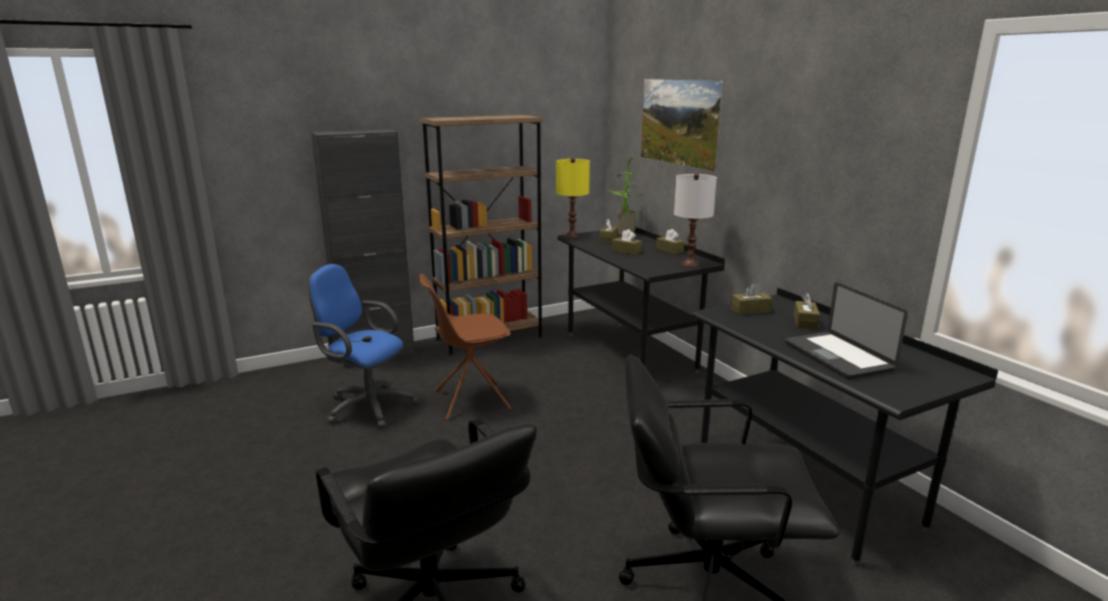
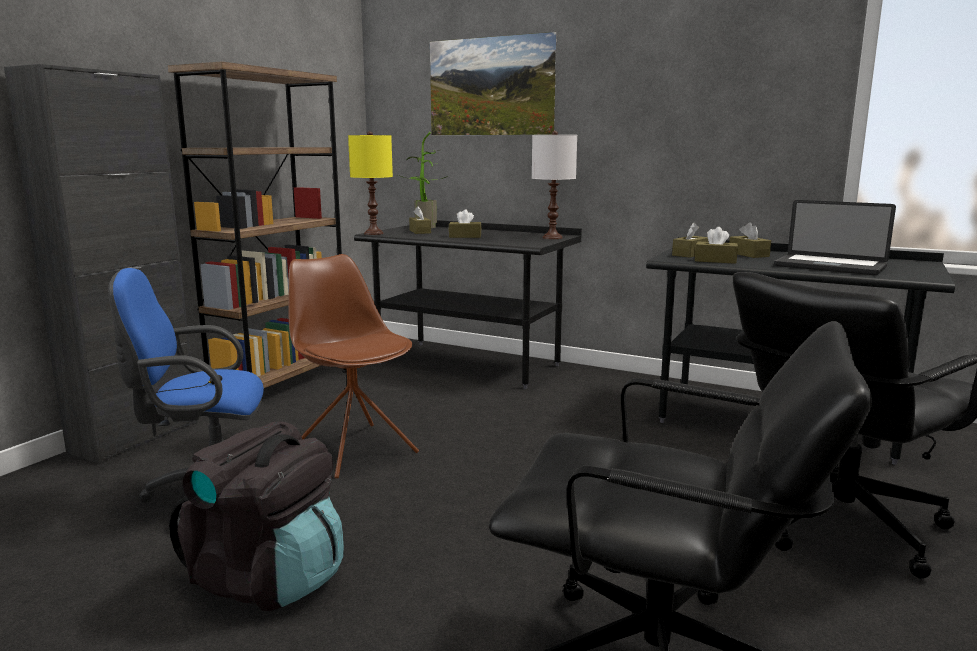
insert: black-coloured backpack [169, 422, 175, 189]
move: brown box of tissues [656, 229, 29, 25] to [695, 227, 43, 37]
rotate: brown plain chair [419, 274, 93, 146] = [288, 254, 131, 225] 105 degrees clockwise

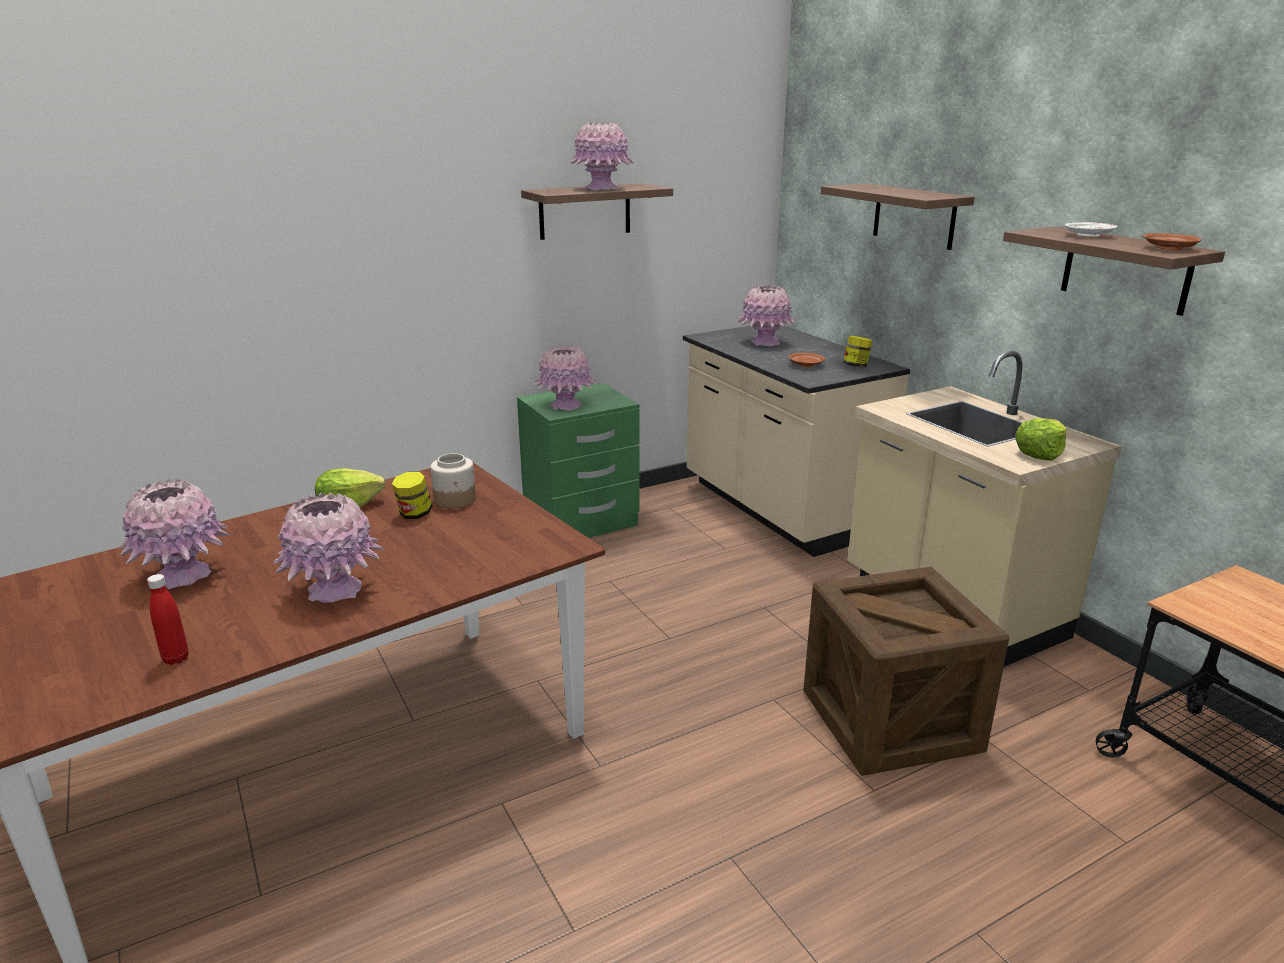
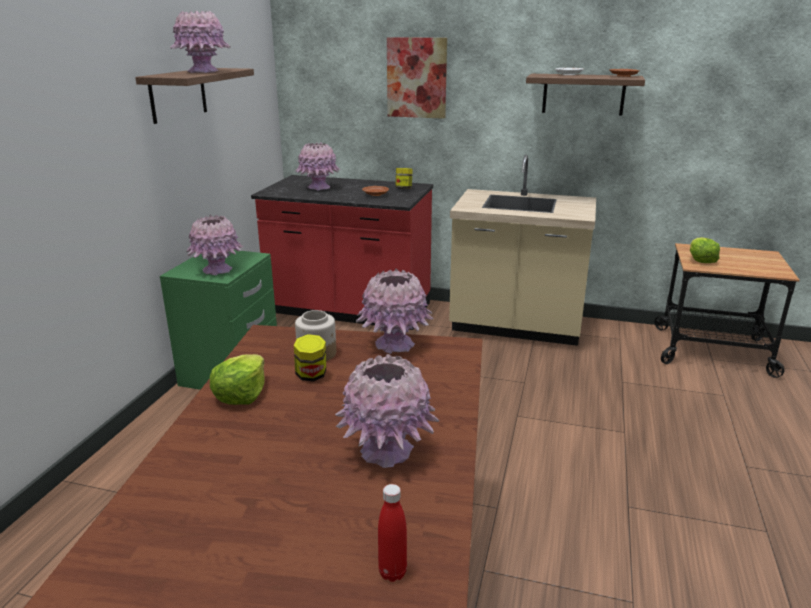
delete: crate [803, 567, 206, 209]
move: pinkish decorative vase [120, 478, 111, 111] to [356, 269, 77, 85]; head of lettuce [1015, 418, 51, 43] to [690, 237, 30, 26]
replace: wall shelf [821, 183, 154, 67] to picture [387, 37, 60, 82]
recolor: beige-coloured counter [683, 325, 227, 232] to reddish counter [251, 175, 182, 155]

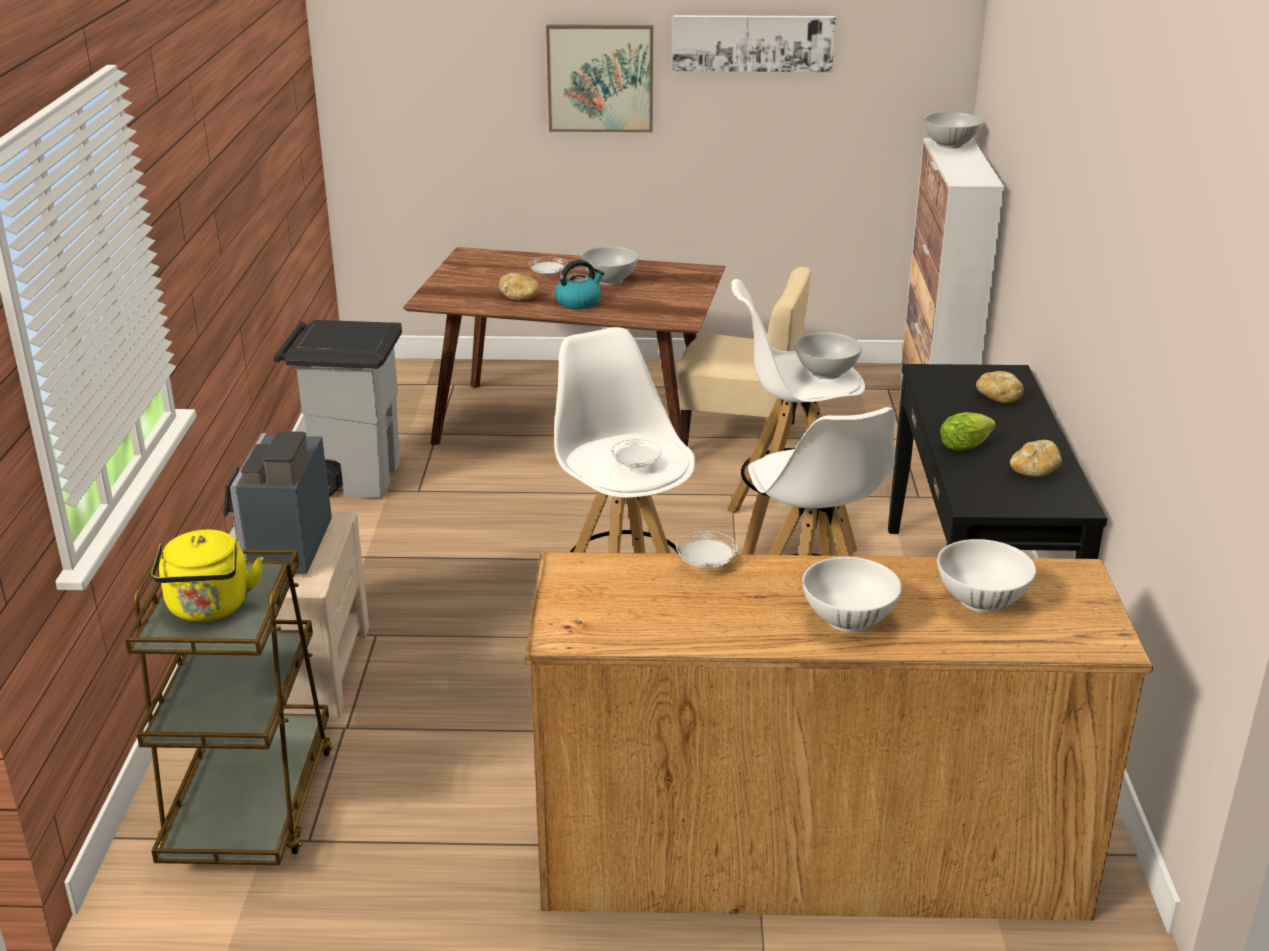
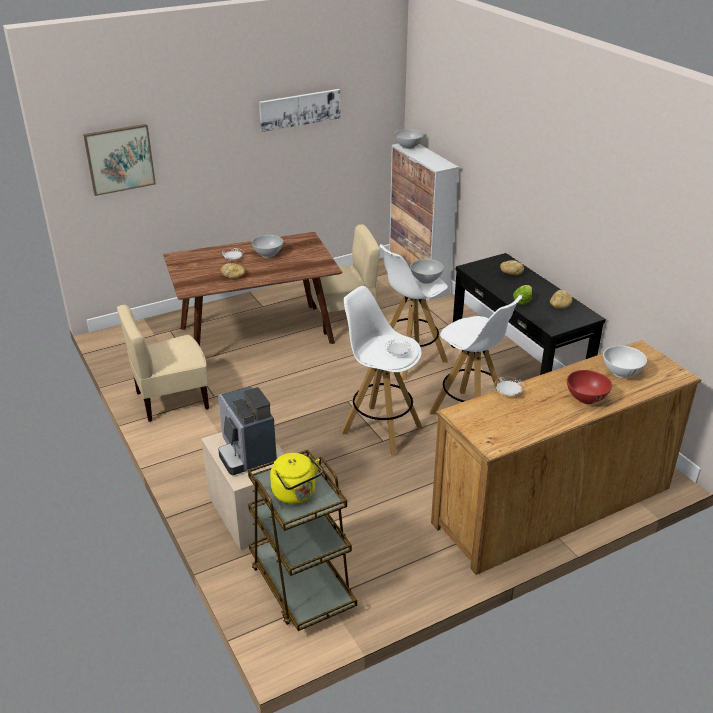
delete: tea kettle [555, 260, 49, 50]
move: picture [546, 24, 107, 108] to [83, 124, 73, 72]
replace: grey rubbish bin [274, 320, 128, 178] to beige-coloured plain chair [117, 304, 92, 118]
recolor: whitish deep dish [802, 557, 100, 75] to reddish deep dish [567, 370, 45, 34]

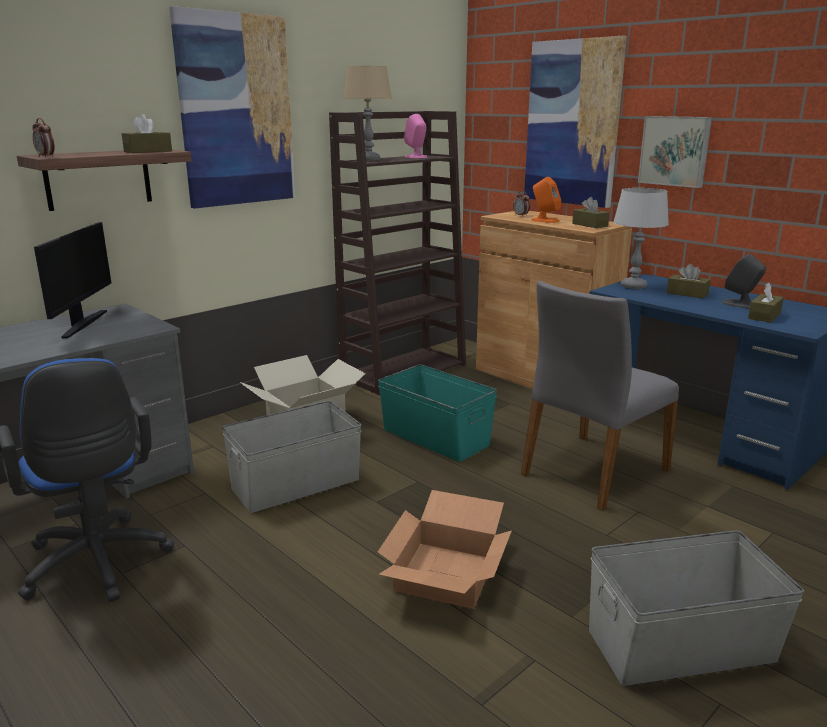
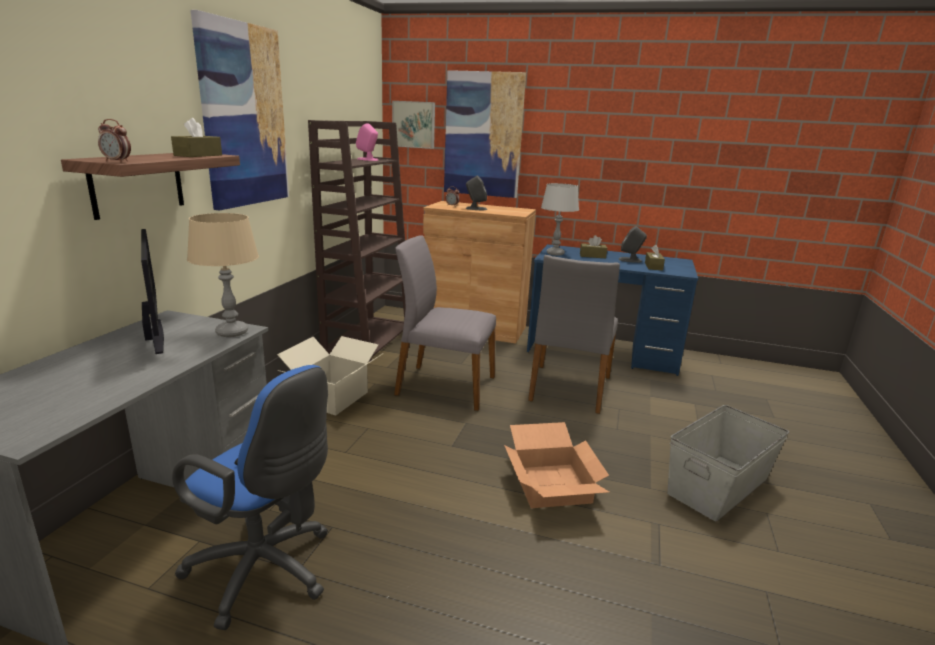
delete: grey storage bin [222, 401, 140, 112]; brown box of tissues [572, 197, 38, 31]
move: beige-coloured table lamp [343, 66, 49, 95] to [187, 213, 72, 124]; picture [638, 116, 74, 72] to [392, 101, 43, 48]
replace: blue-green storage bin [378, 364, 119, 98] to grey plain chair [394, 235, 102, 176]
recolor: orangey loudspeaker [532, 177, 29, 46] to grey loudspeaker [466, 176, 21, 34]

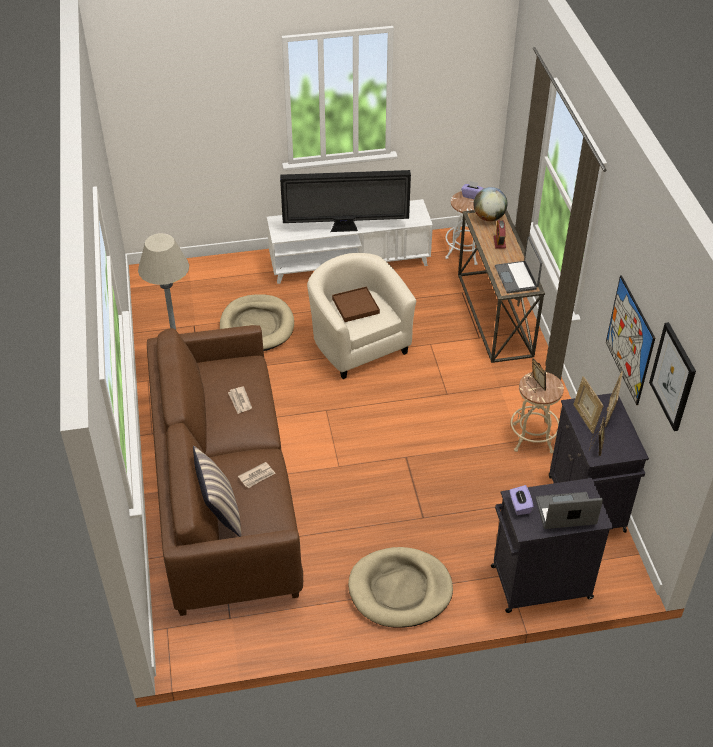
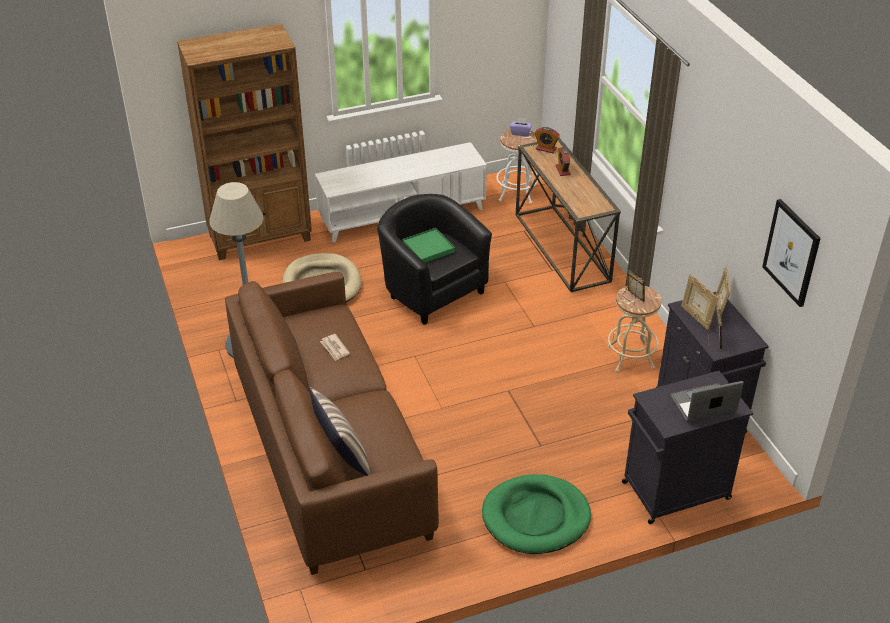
delete: newspaper [238, 462, 38, 26]; TV set [280, 170, 131, 62]; notebook computer [495, 237, 47, 56]; purple box of tissues [509, 485, 25, 30]; picture [606, 275, 49, 130]
insert: brown bookshelf [177, 24, 135, 236]
replace: world globe [473, 187, 34, 34] to bedside clock [535, 127, 25, 26]
recolor: beige-coloured lounge chair [307, 253, 109, 126] to black-coloured lounge chair [377, 194, 115, 131]; brown carrying tray [332, 286, 48, 36] to greenish carrying tray [403, 228, 52, 35]; beige-coloured dog bed [348, 547, 105, 81] to greenish dog bed [482, 474, 109, 80]

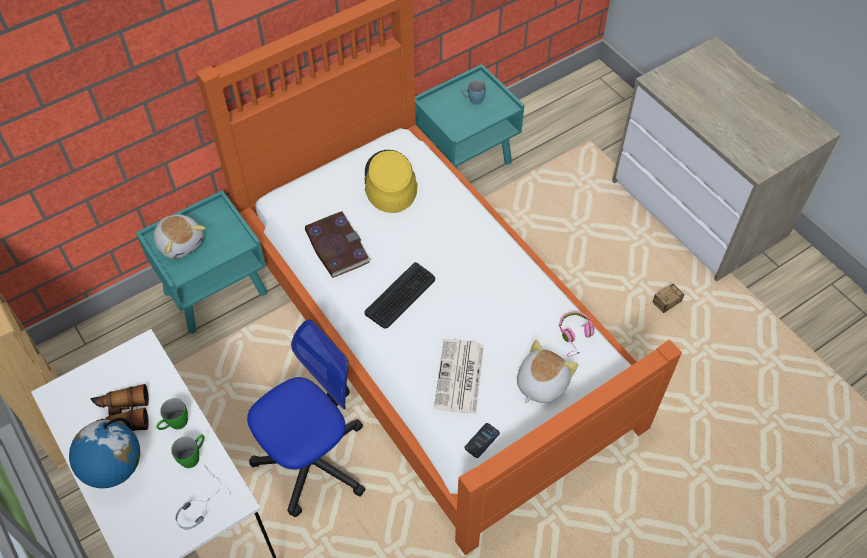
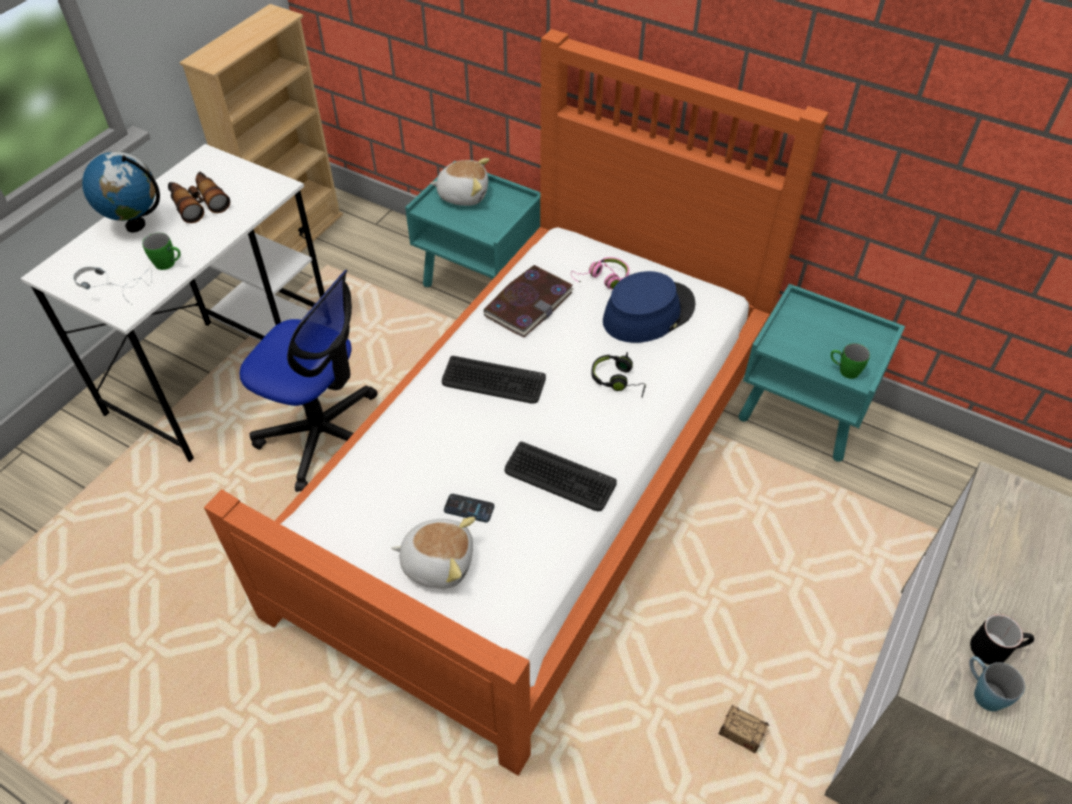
delete: newspaper [434, 338, 50, 76]
insert: keyboard [504, 441, 113, 70]; black-coloured headset [591, 352, 55, 45]; black-coloured tea mug [970, 614, 64, 51]
move: telephone [465, 423, 35, 35] to [444, 494, 50, 28]; pinkish headset [559, 311, 35, 45] to [571, 257, 58, 32]; greenish tea mug [156, 398, 32, 32] to [831, 343, 39, 36]; blue-coloured tea mug [461, 80, 25, 25] to [969, 656, 56, 55]
recolor: yellow clothing hat [364, 150, 53, 63] to blue-coloured clothing hat [603, 271, 92, 72]
rotate: plush toy [153, 214, 53, 45] = [430, 158, 60, 48] 105 degrees counterclockwise

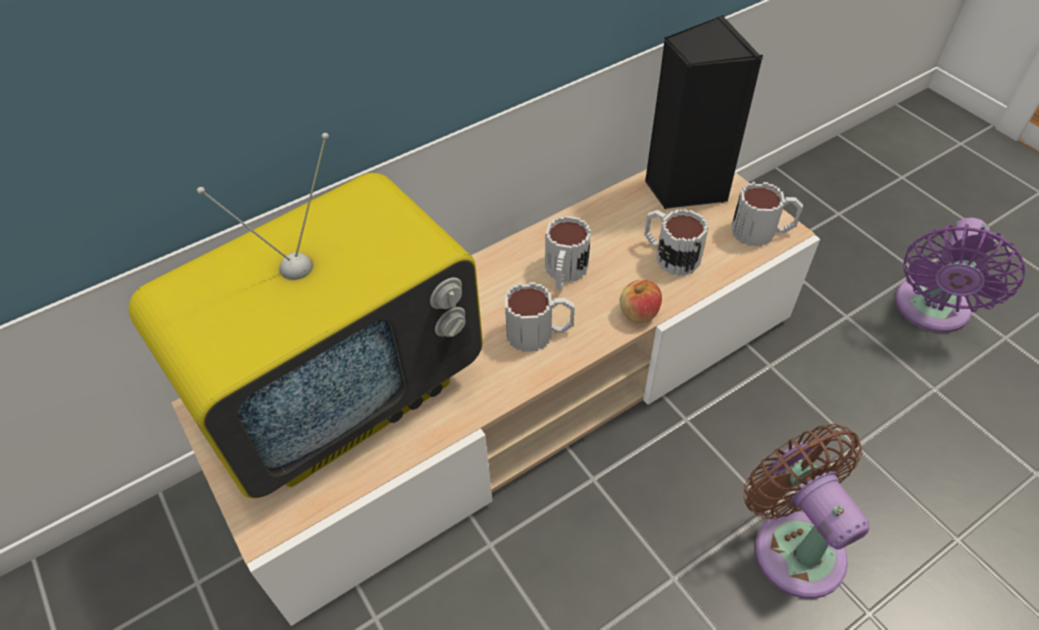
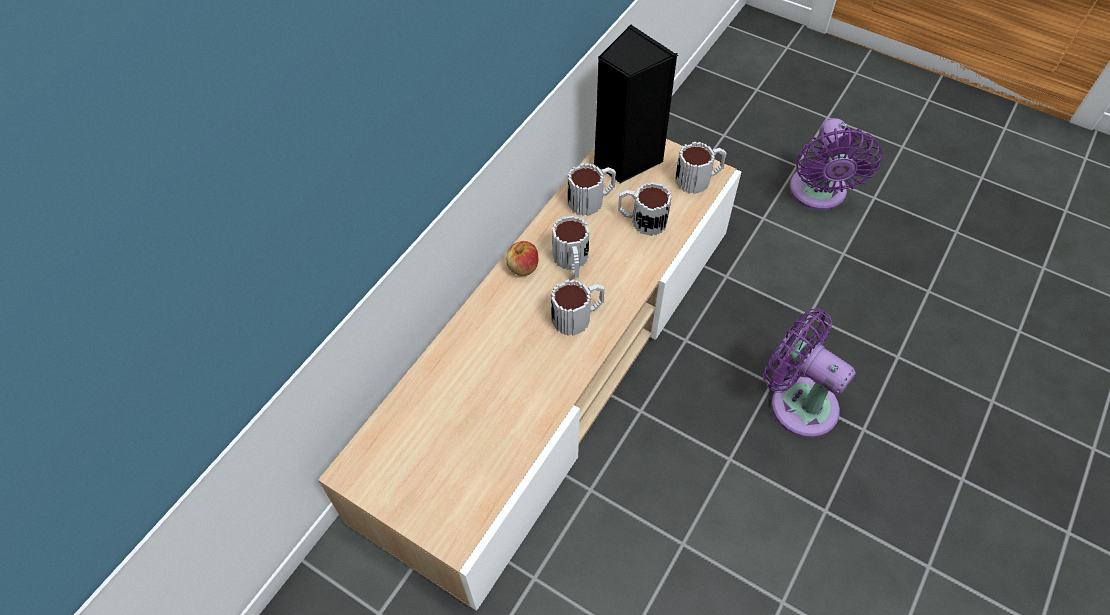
delete: TV set [129, 133, 354, 365]
insert: tea mug [568, 163, 48, 53]
move: apple [620, 280, 42, 44] to [506, 241, 32, 35]
recolor: brown cooling fan [743, 424, 127, 175] to purple cooling fan [763, 308, 93, 130]

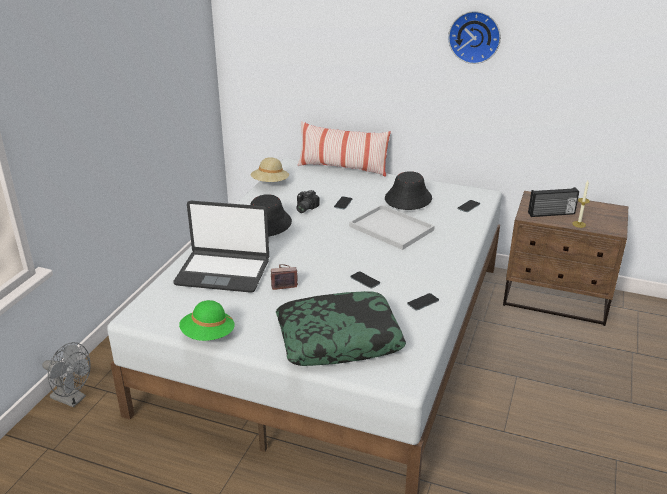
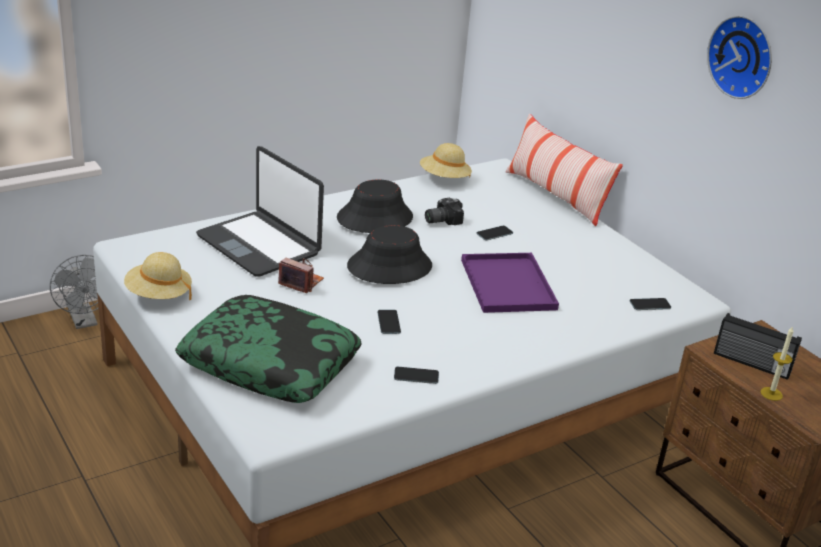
move: black-coloured clothing hat [385, 171, 47, 39] to [347, 225, 85, 59]
recolor: greenish clothing hat [179, 300, 56, 41] to beige-coloured clothing hat [124, 252, 68, 48]; whitish carrying tray [349, 205, 86, 45] to purple carrying tray [461, 253, 98, 60]

